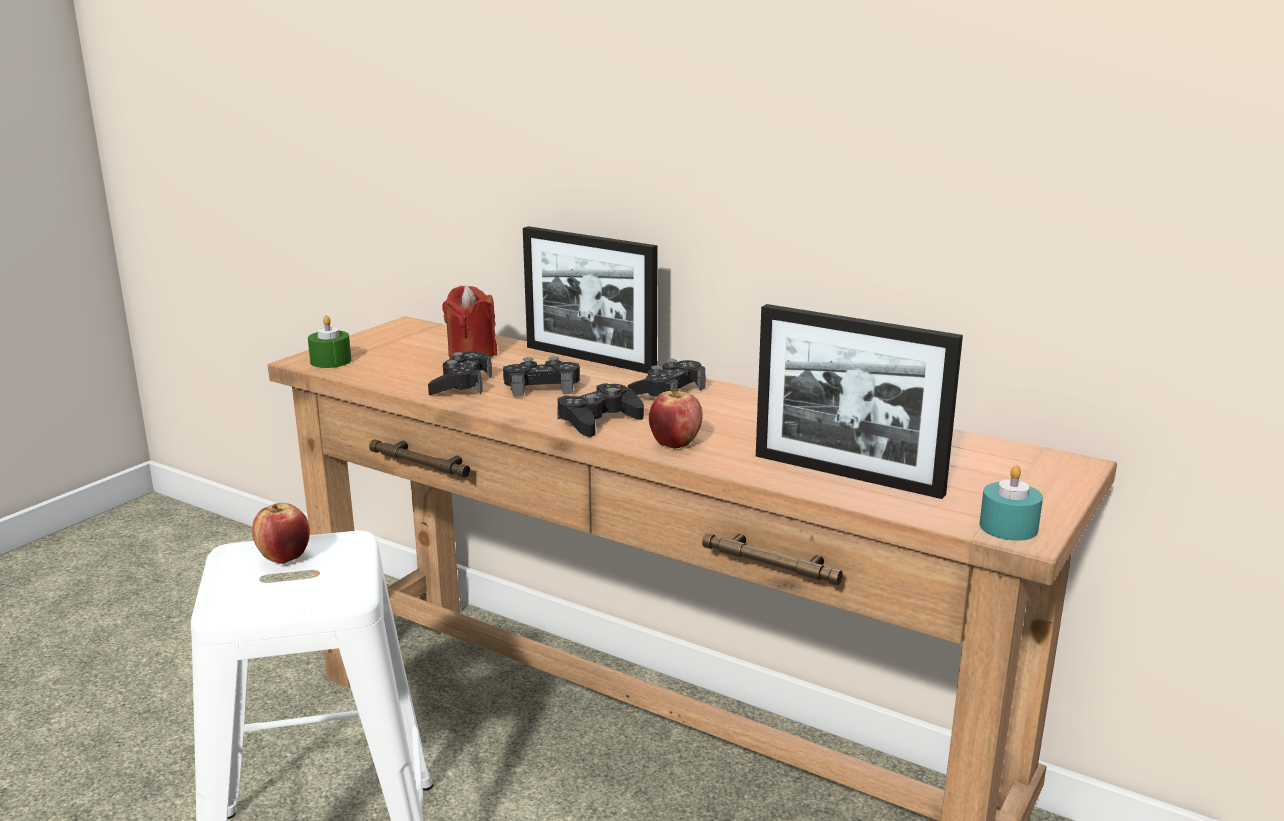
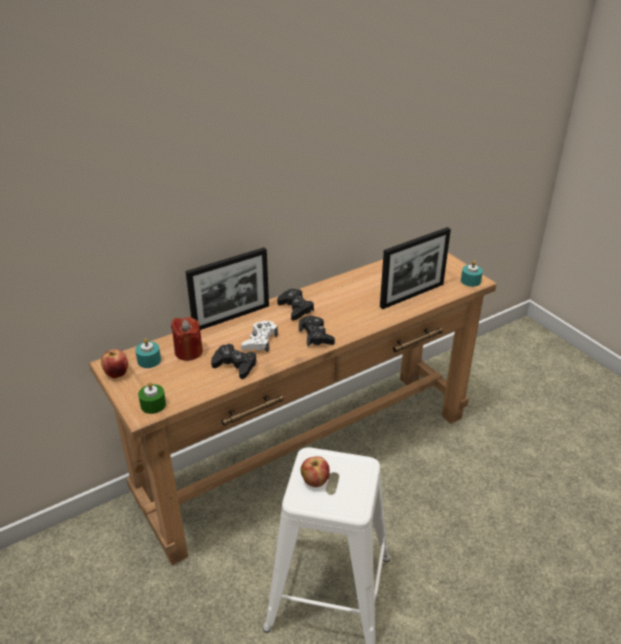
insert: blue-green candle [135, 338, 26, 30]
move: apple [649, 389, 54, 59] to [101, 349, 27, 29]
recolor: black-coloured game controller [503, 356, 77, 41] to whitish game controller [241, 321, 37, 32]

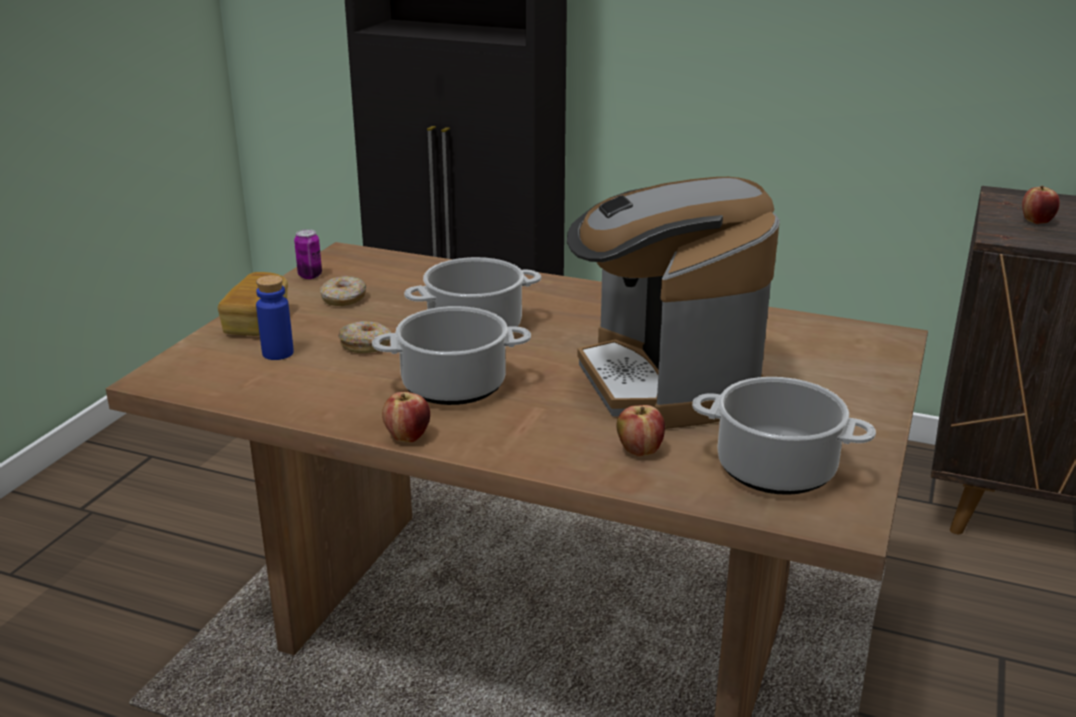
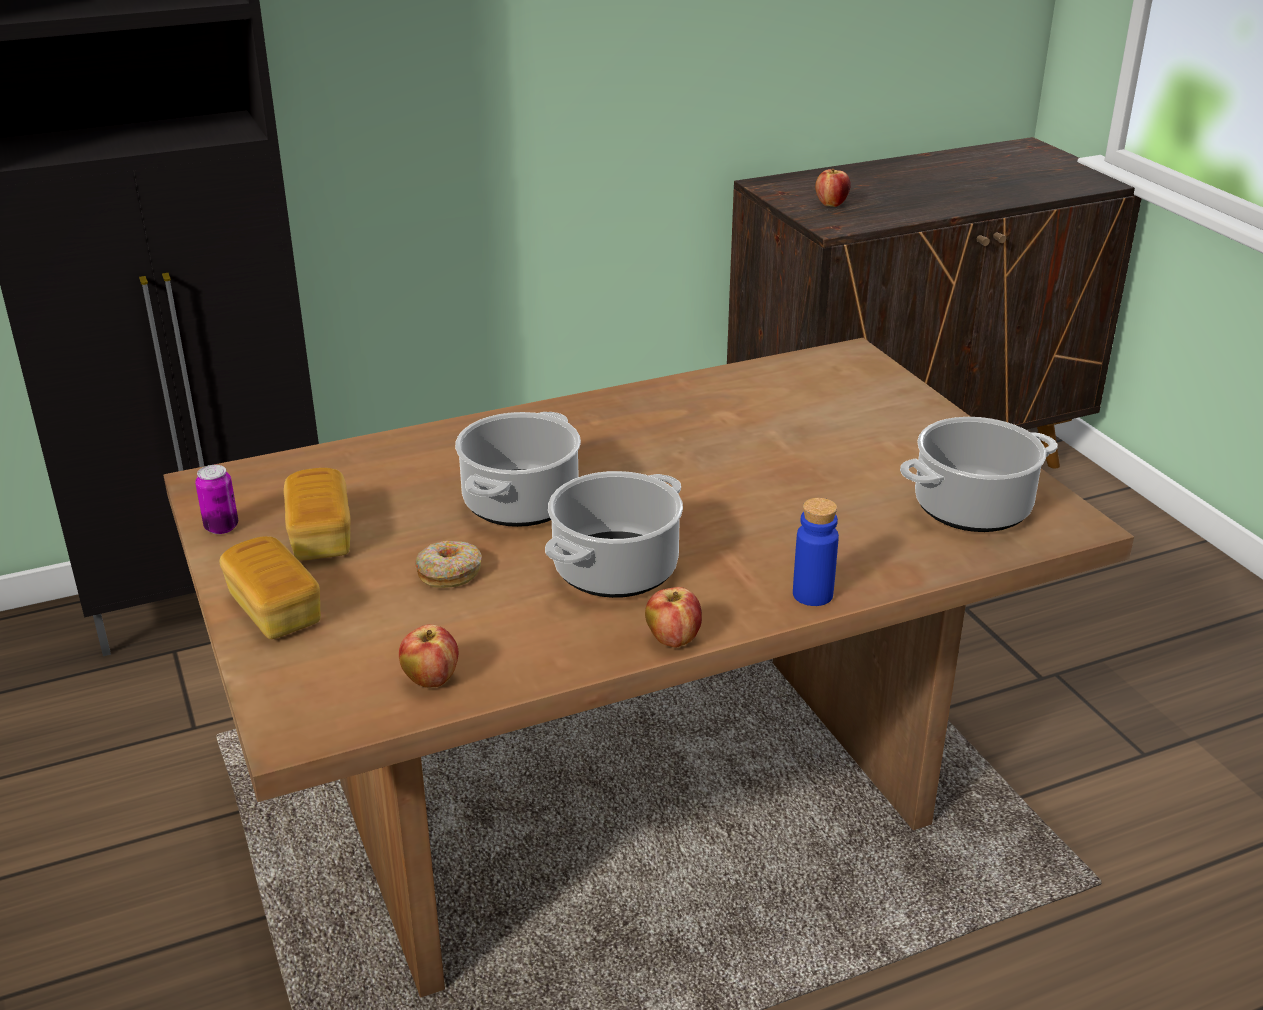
delete: coffee maker [567, 177, 213, 252]
move: apple [616, 405, 49, 52] to [399, 624, 59, 64]; blue-coloured beverage bottle [256, 275, 38, 85] to [793, 498, 46, 108]
replace: ring doughnut [320, 276, 46, 30] to baked bread [284, 468, 67, 92]

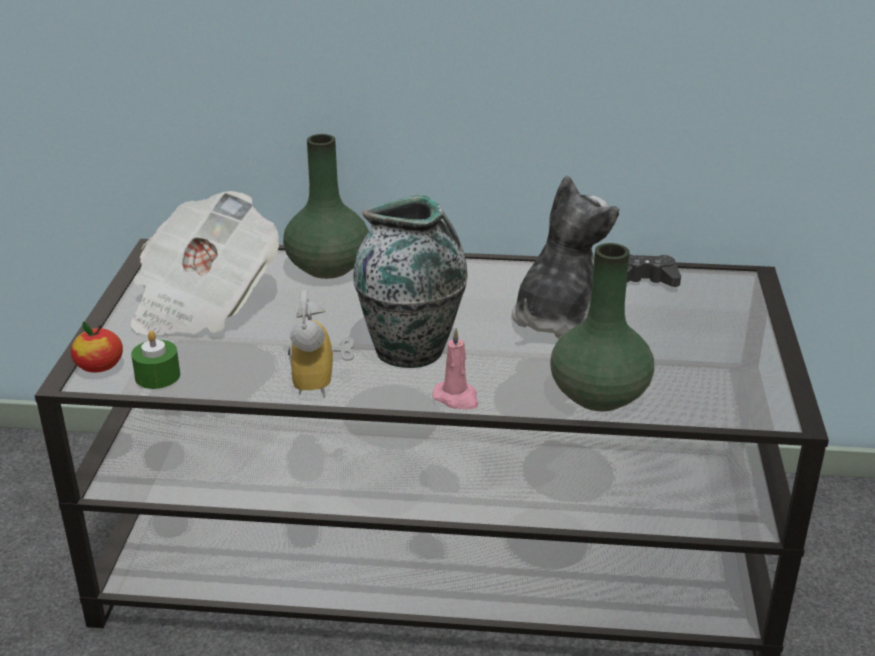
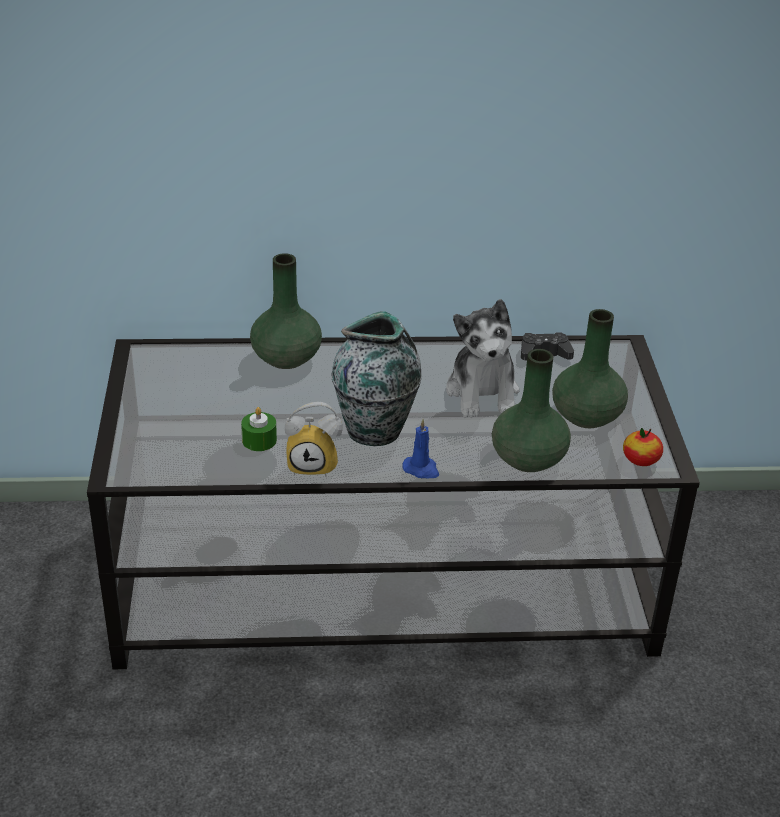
delete: newspaper [130, 191, 149, 144]
insert: greenish decorative vase [552, 309, 76, 119]
move: greenish candle [131, 331, 49, 58] to [241, 407, 36, 44]; apple [71, 322, 52, 50] to [623, 428, 40, 38]
recolor: pinkish candle [432, 328, 46, 81] to blue-coloured candle [402, 419, 37, 59]
rotate: bedside clock [288, 290, 66, 108] = [285, 402, 58, 75] 75 degrees counterclockwise; plush toy [512, 175, 107, 164] = [446, 299, 74, 119] 150 degrees clockwise

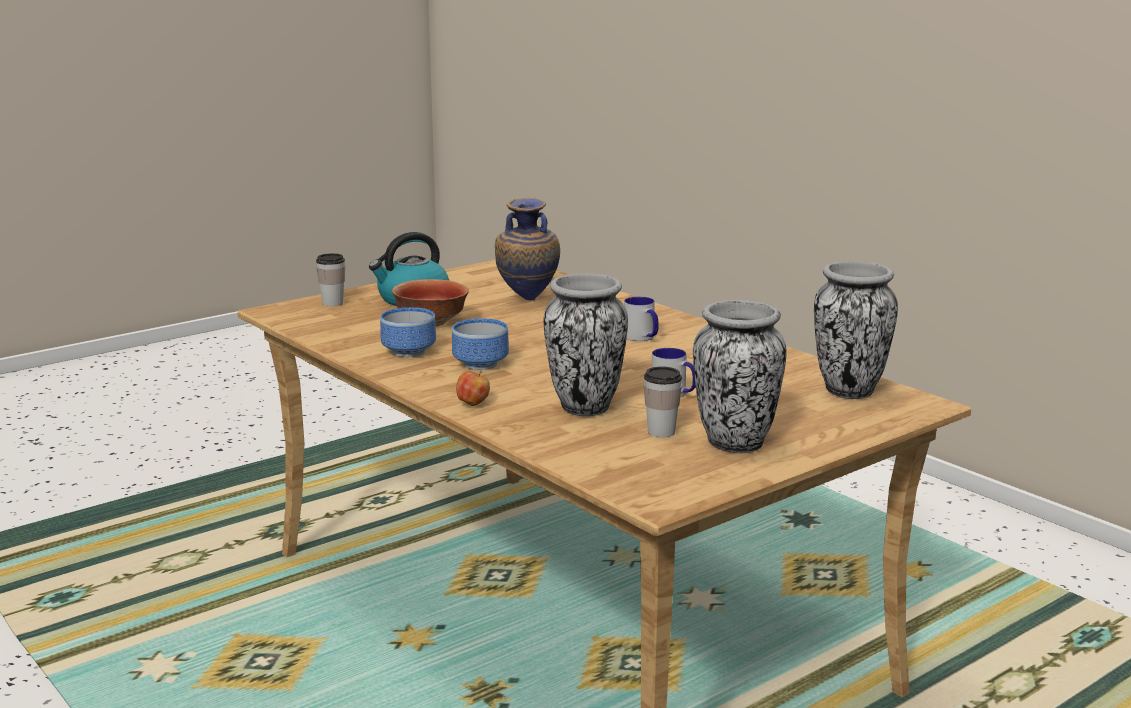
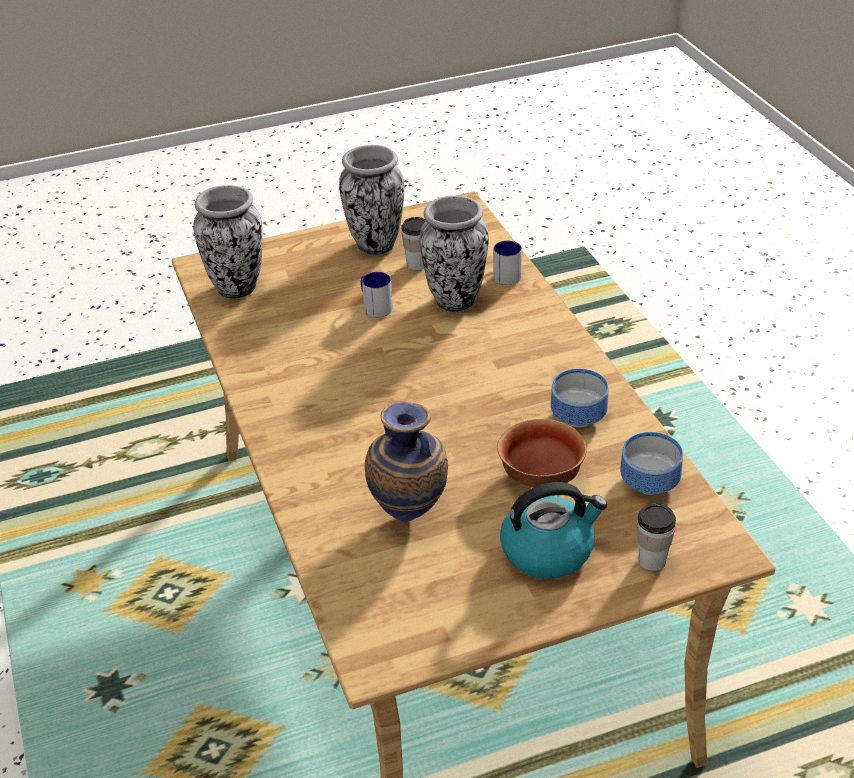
delete: apple [456, 371, 34, 35]
move: tea mug [624, 297, 35, 44] to [493, 241, 29, 44]; deep dish [452, 318, 57, 52] to [620, 432, 63, 63]

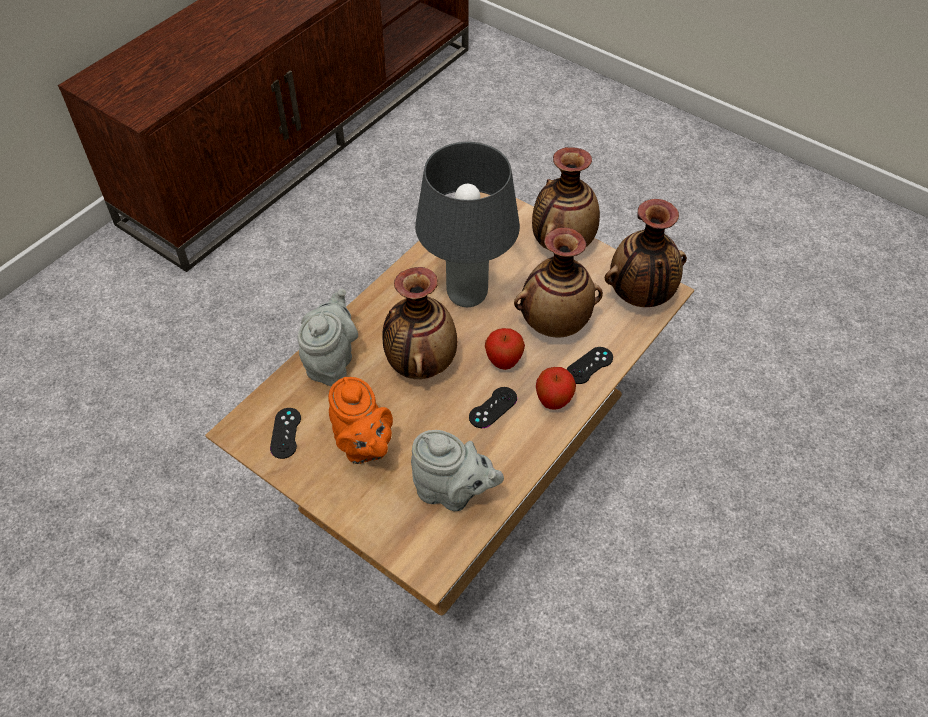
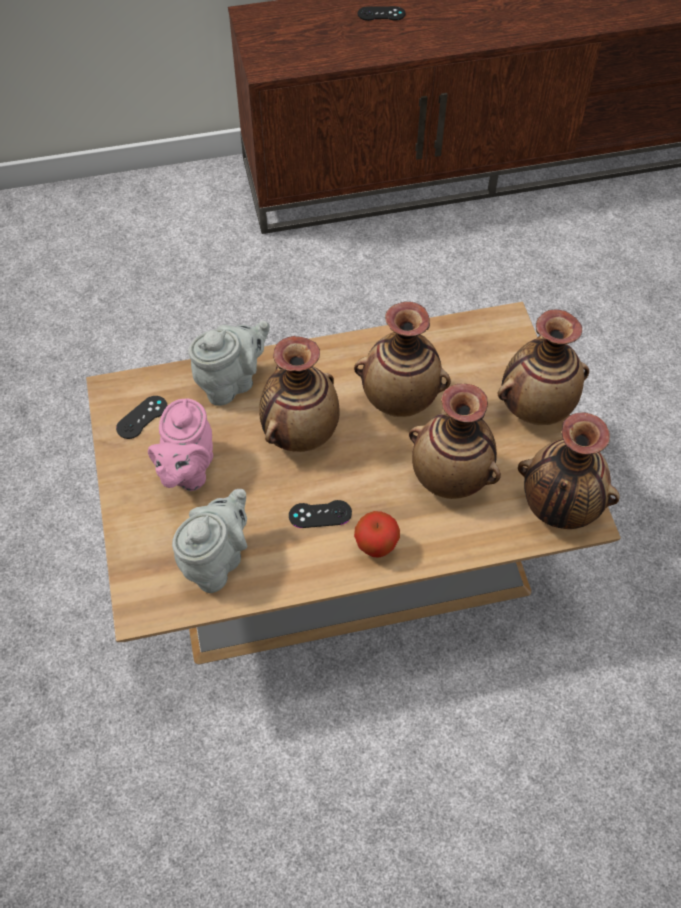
delete: apple [485, 328, 40, 42]
move: black-coloured game controller [566, 347, 47, 37] to [358, 6, 47, 15]
replace: grey table lamp [415, 142, 105, 165] to decorative vase [354, 302, 97, 115]
recolor: orangey tea pot [328, 377, 65, 87] to pinkish tea pot [148, 398, 65, 93]
rotate: grey tea pot [411, 430, 93, 81] = [172, 489, 75, 104] 120 degrees counterclockwise

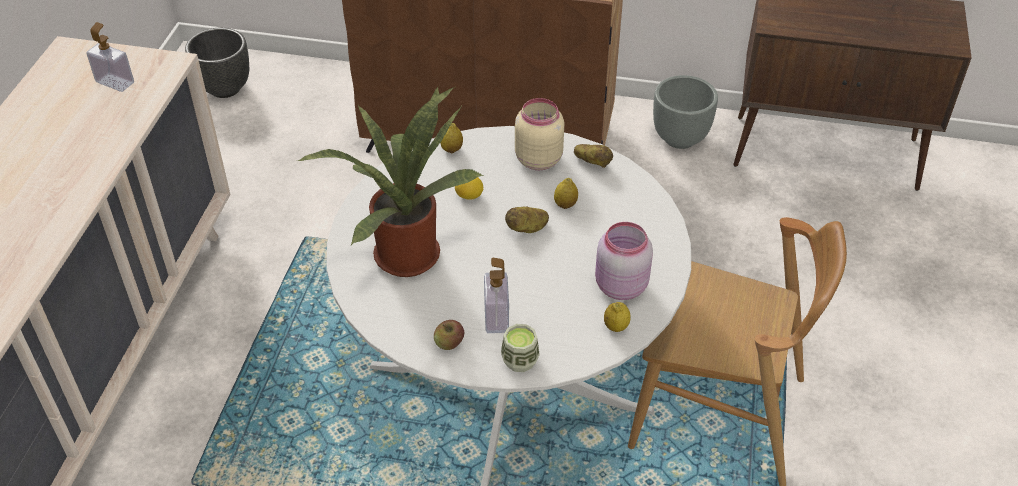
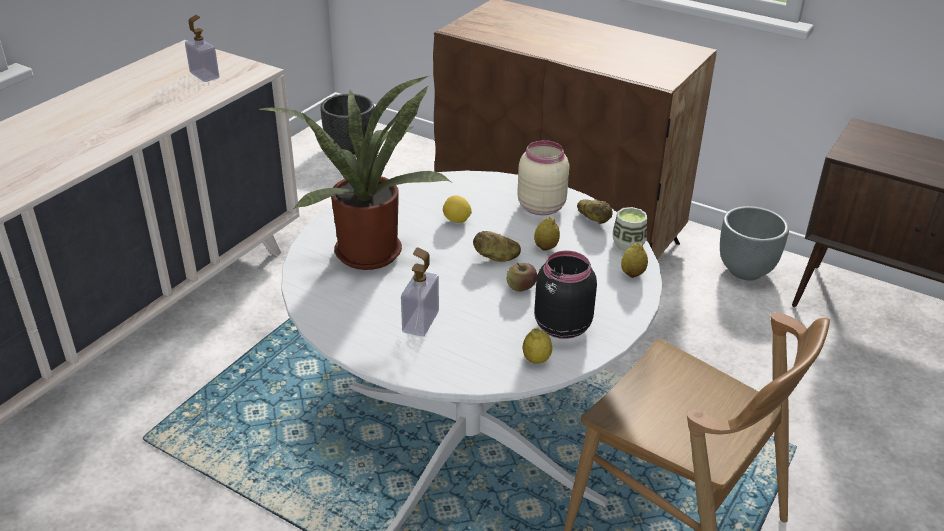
move: apple [434, 320, 30, 30] to [506, 263, 31, 29]; small cup [501, 324, 39, 48] to [613, 207, 34, 44]; whole lemon [440, 123, 23, 30] to [621, 243, 27, 35]
recolor: pinkish storage jar [595, 222, 58, 78] to black-coloured storage jar [535, 250, 62, 89]

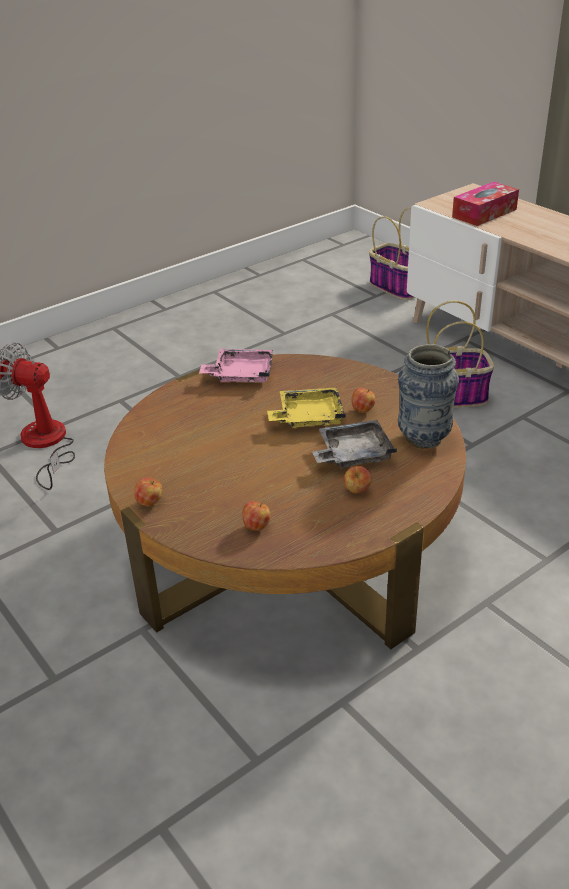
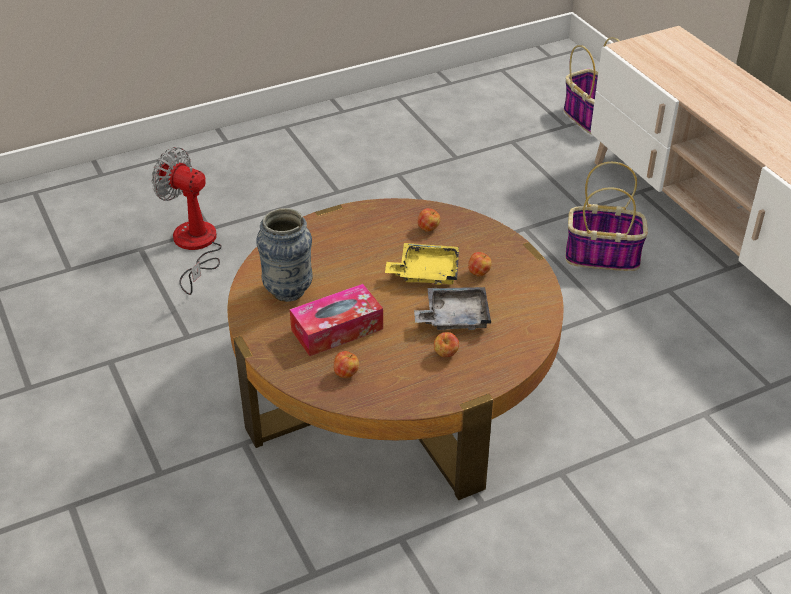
delete: pinkish carrying tray [199, 349, 74, 33]
move: decorative vase [398, 344, 61, 105] to [256, 208, 57, 94]; box of tissues [452, 182, 67, 44] to [290, 284, 93, 72]; apple [134, 477, 29, 30] to [418, 208, 22, 24]

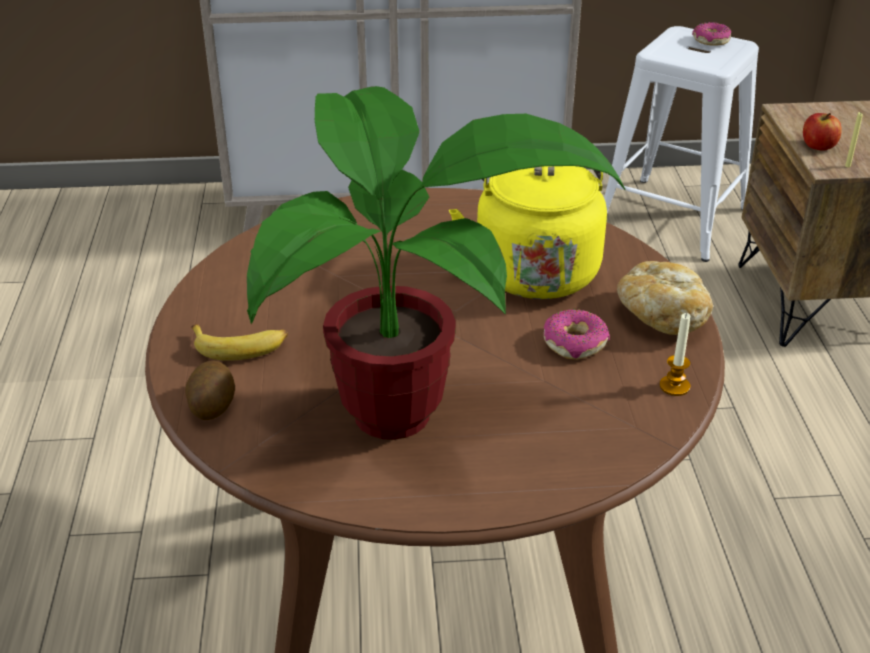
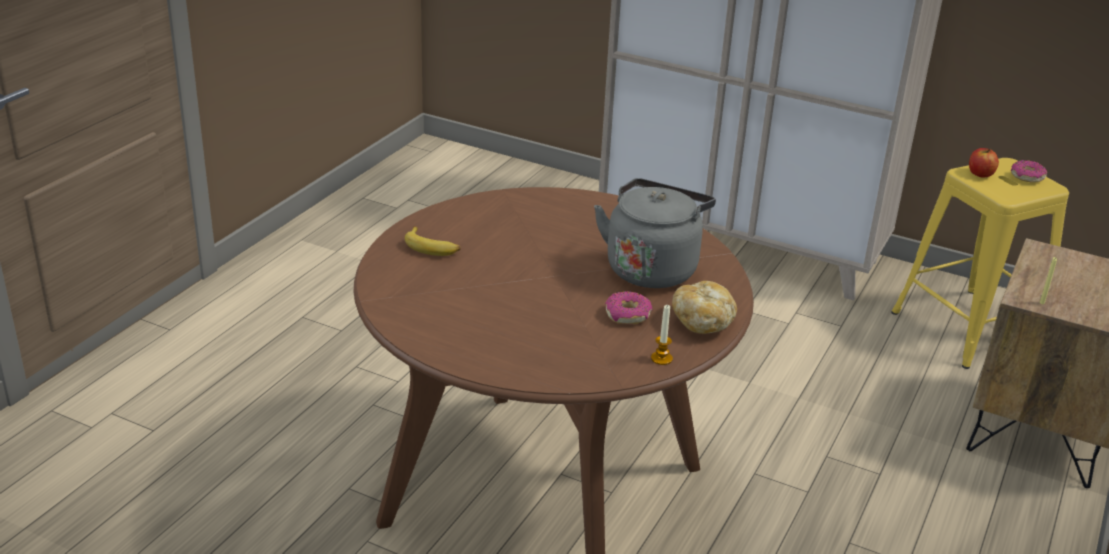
delete: spud [185, 361, 50, 59]; houseplant [247, 86, 379, 354]
move: apple [803, 113, 39, 38] to [969, 148, 30, 29]
recolor: yellow tea kettle [449, 166, 158, 133] to grey tea kettle [594, 178, 122, 110]; whitish stool [604, 26, 155, 236] to yellow stool [891, 158, 178, 211]

